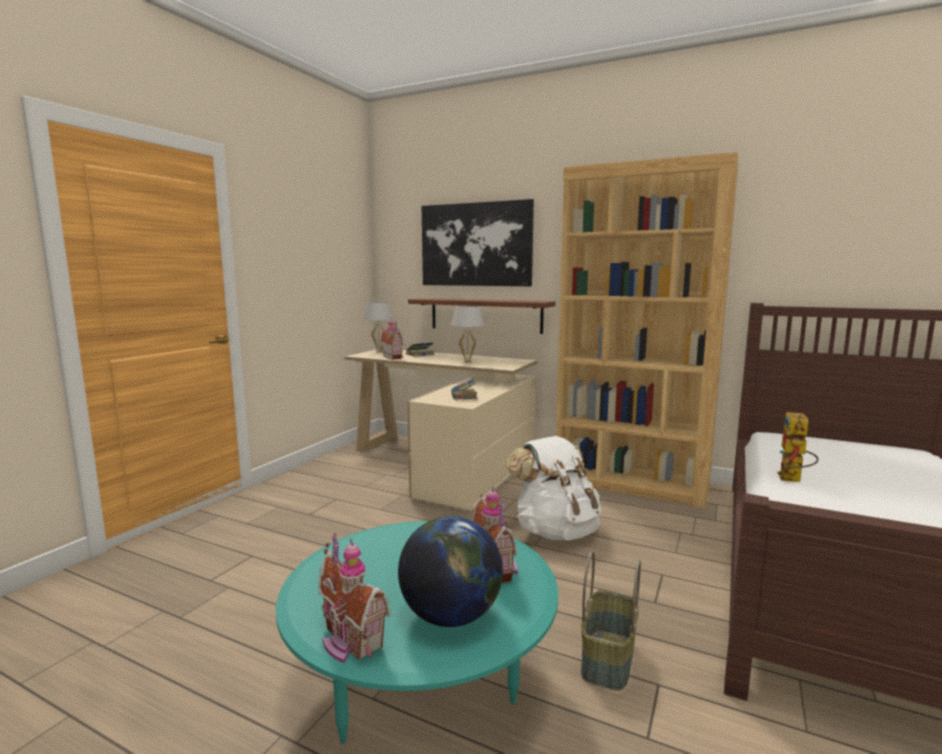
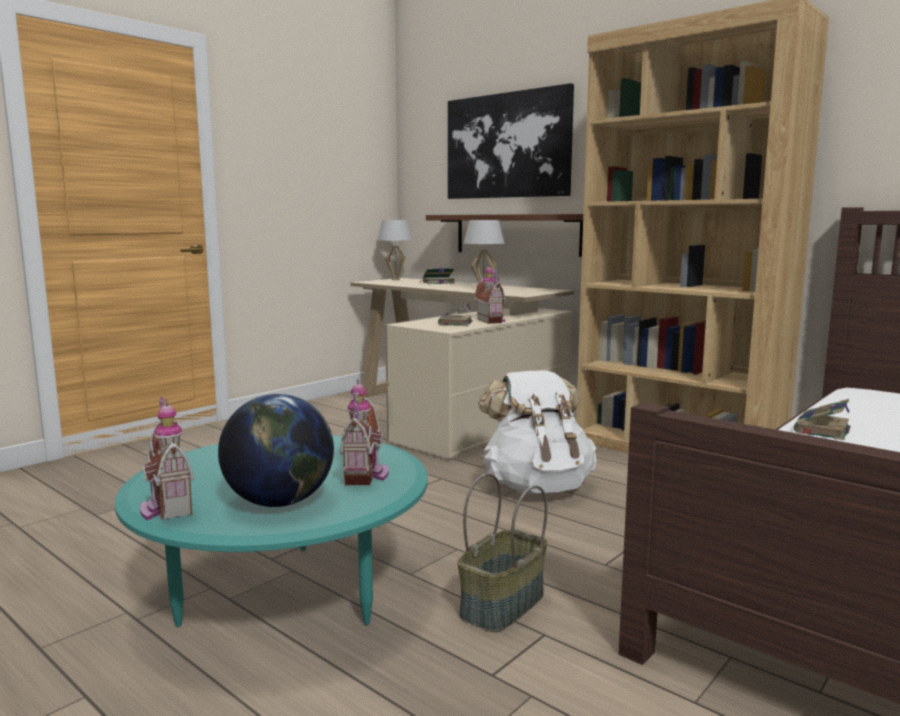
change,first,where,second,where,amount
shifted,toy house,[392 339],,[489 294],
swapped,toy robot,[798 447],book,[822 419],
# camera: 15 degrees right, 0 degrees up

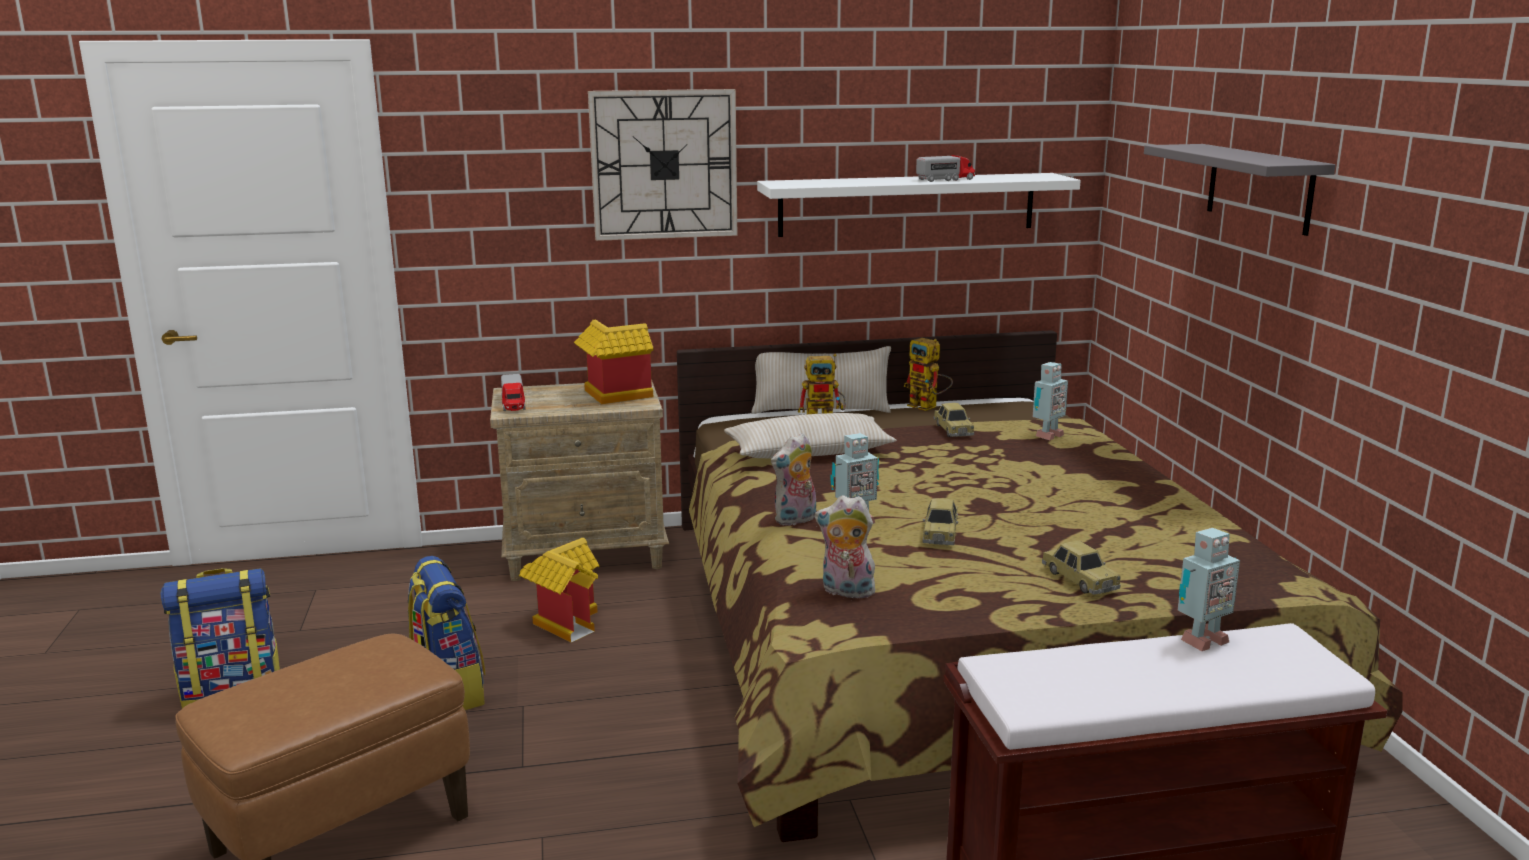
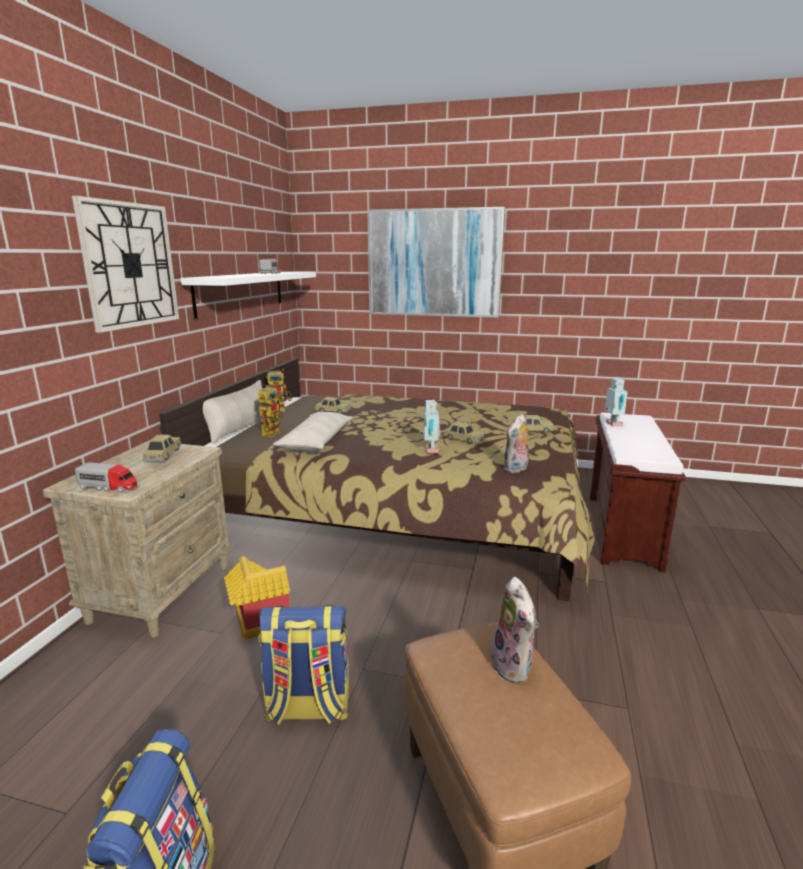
change,first,where,second,where,amount
gone,toy robot,[1050 401],,,
shifted,plush toy,[793 479],,[515 630],
swapped,toy house,[613 362],toy car,[161 448],
swapped,shelf in grey,[1239 190],picture,[436 262],
# camera: 65 degrees left, 0 degrees up

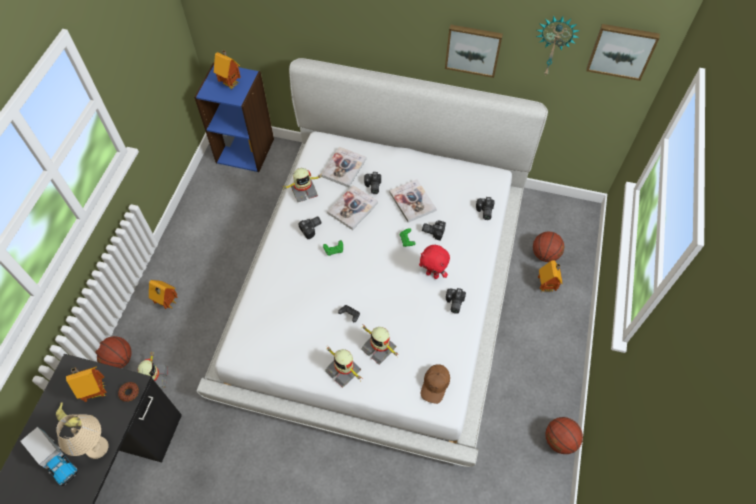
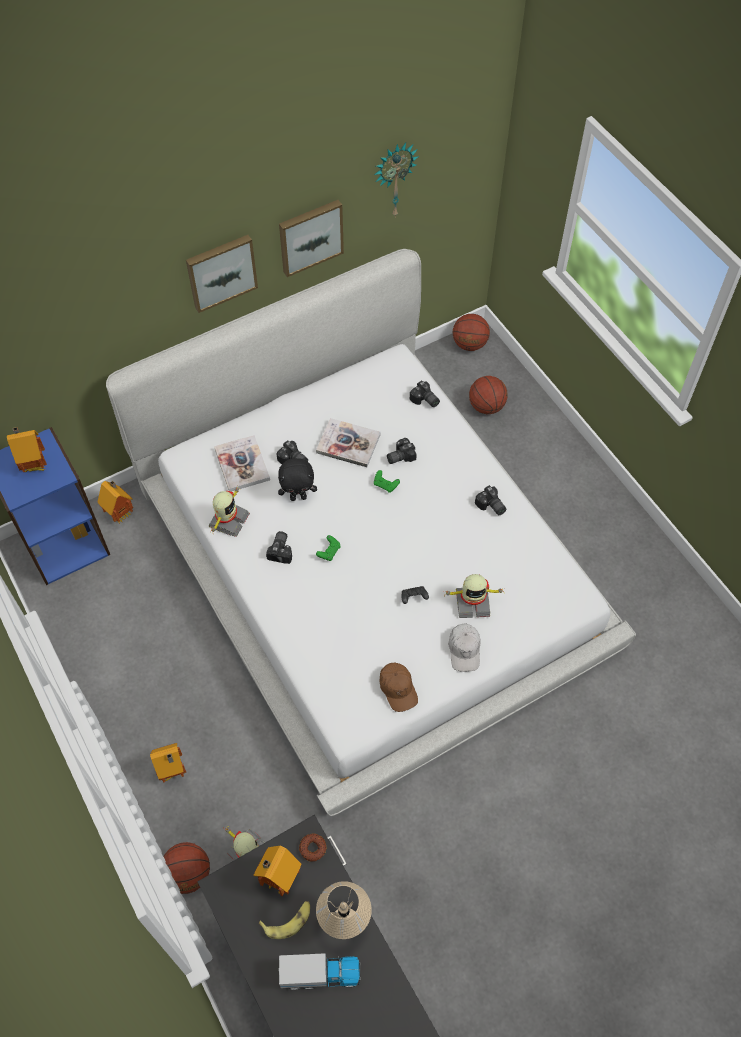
change,first,where,second,where,amount
gone,plush toy in red,[434 262],,,
shifted,cap in brown,[435 384],,[399 687],
shifted,toy house,[550 276],,[115 501],
shifted,basketball,[564 435],,[471 332],
shifted,picture,[623 52],,[222 274],
swapped,toy robot,[343 367],cap in white,[464 648],
swapped,book,[352 207],plush toy in black,[297 479],
# camera: 45 degrees left, 0 degrees up

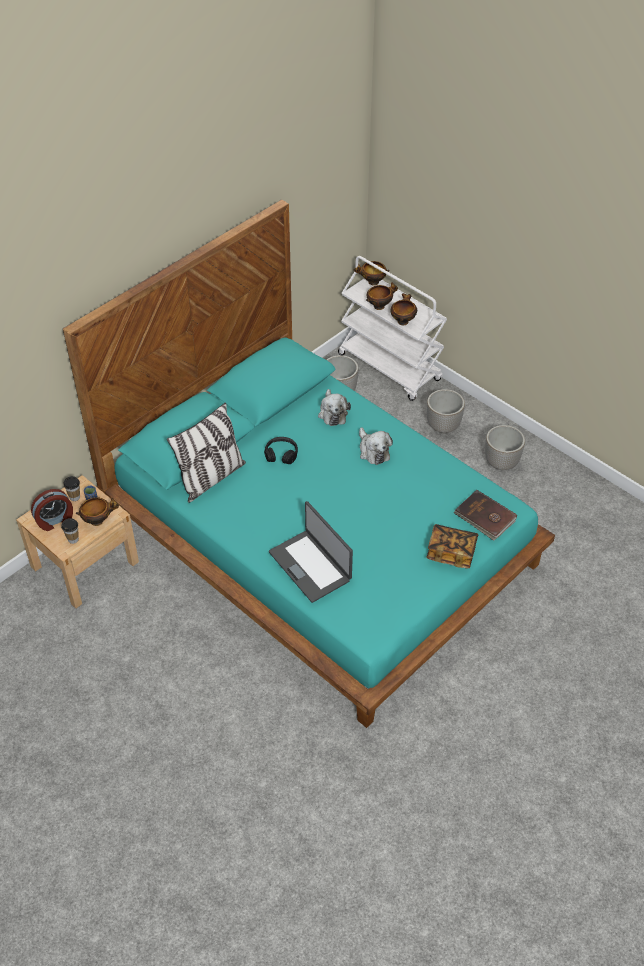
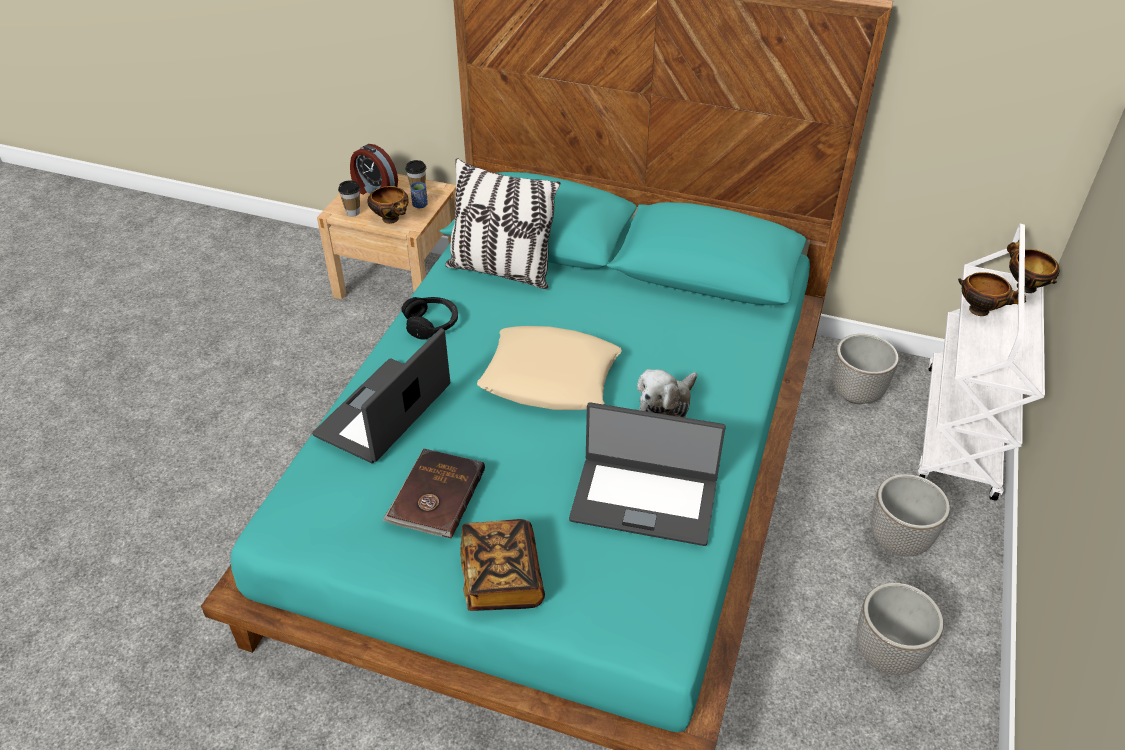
change,first,where,second,where,amount
gone,plush toy,[334 407],,,
gone,bowl,[404 309],,,
new,,,pillow in beige,[549 368],
new,,,laptop,[647 474],
shifted,headphones in black,[281 450],,[429 318],
shifted,book in brown,[485 515],,[433 494],
# camera: 65 degrees right, 5 degrees down

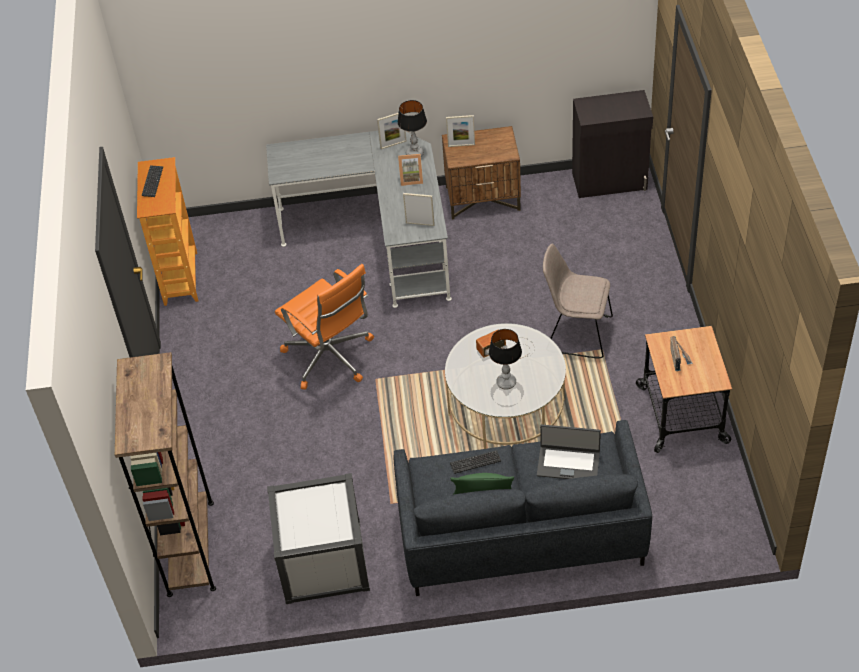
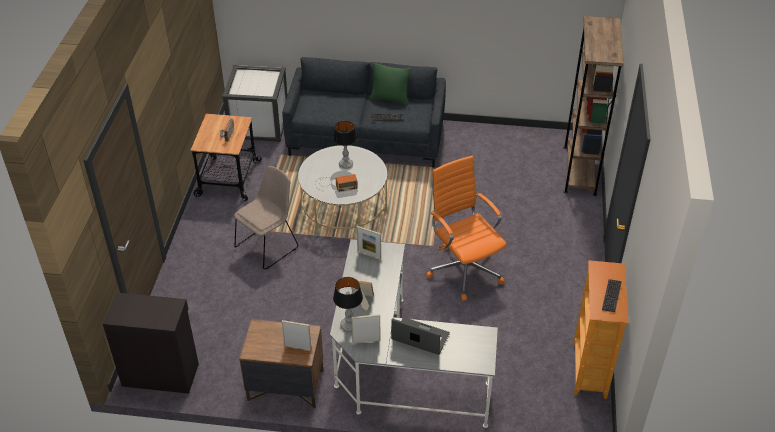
change,first,where,second,where,amount
shifted,storage box in white,[318 538],,[255 103],
shifted,laptop,[569 451],,[420 336],
rotated,chair in beige,[578 301],,[266 217],75 degrees counterclockwise
# camera: 170 degrees left, 5 degrees down

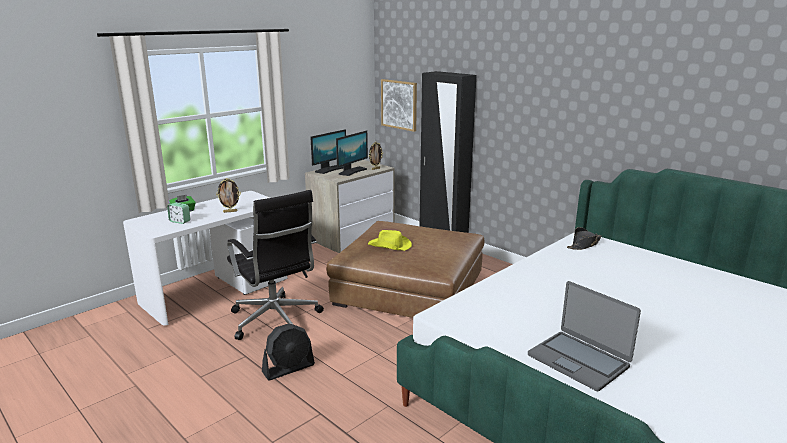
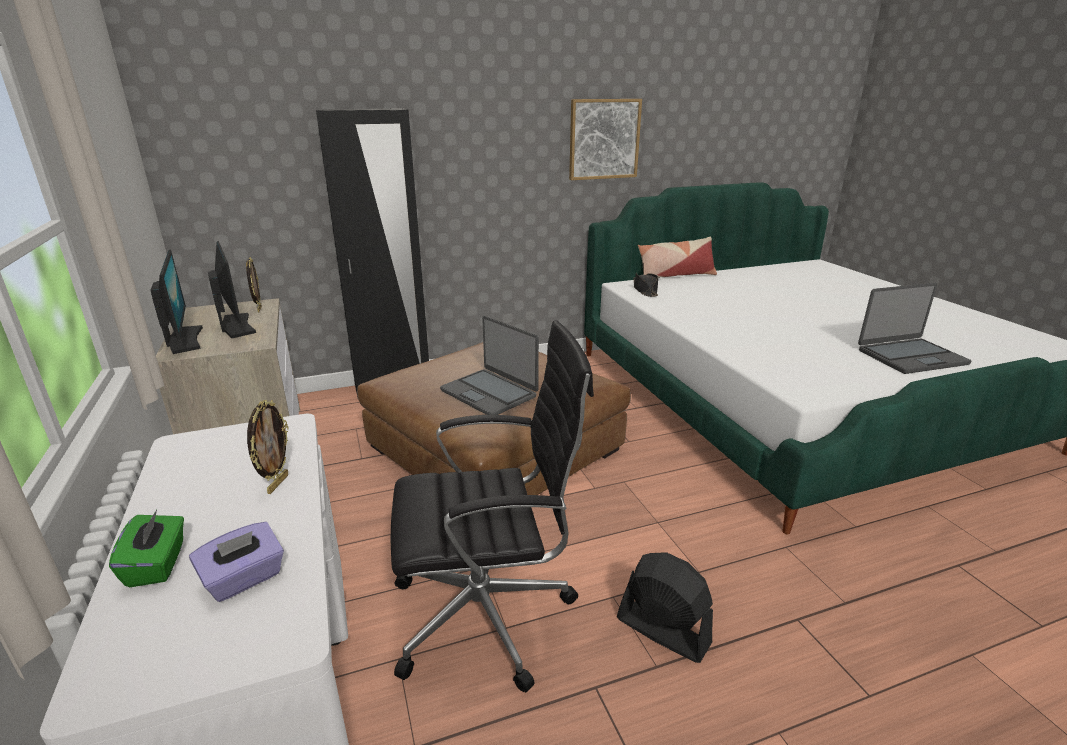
change,first,where,second,where,amount
new,,,pillow,[677 257],
shifted,picture,[399 105],,[605 139],
swapped,alarm clock,[178 213],tissue box in purple,[236 562],
swapped,hat in yellow,[390 240],laptop,[489 365],
rotated,fan in black,[288 352],,[665 607],45 degrees counterclockwise
# camera: 65 degrees left, 5 degrees up

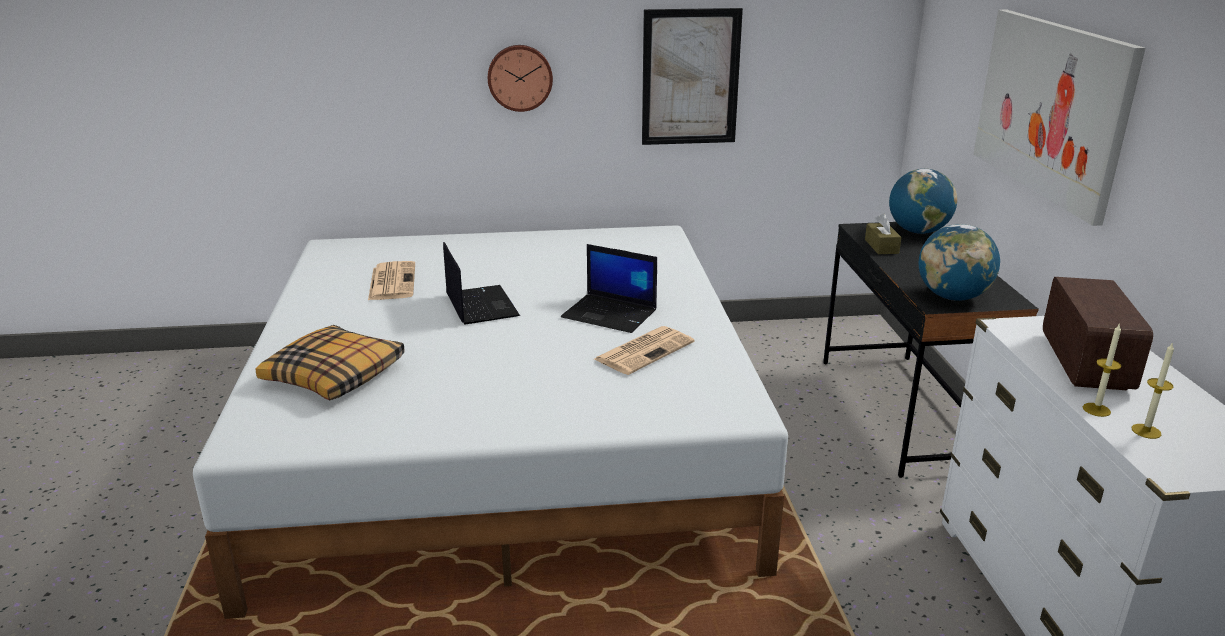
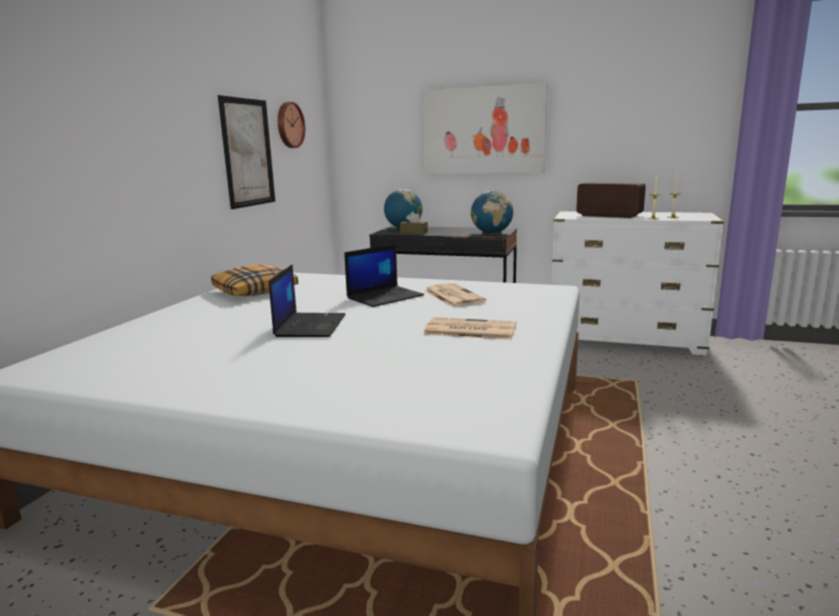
change,first,where,second,where,amount
shifted,pillow,[330 362],,[254 280],
shifted,newspaper,[391 280],,[469 328],
shifted,wall clock,[520 78],,[291 125],
rotated,laptop,[481 283],,[307 300],90 degrees clockwise
# camera: 65 degrees left, 10 degrees down

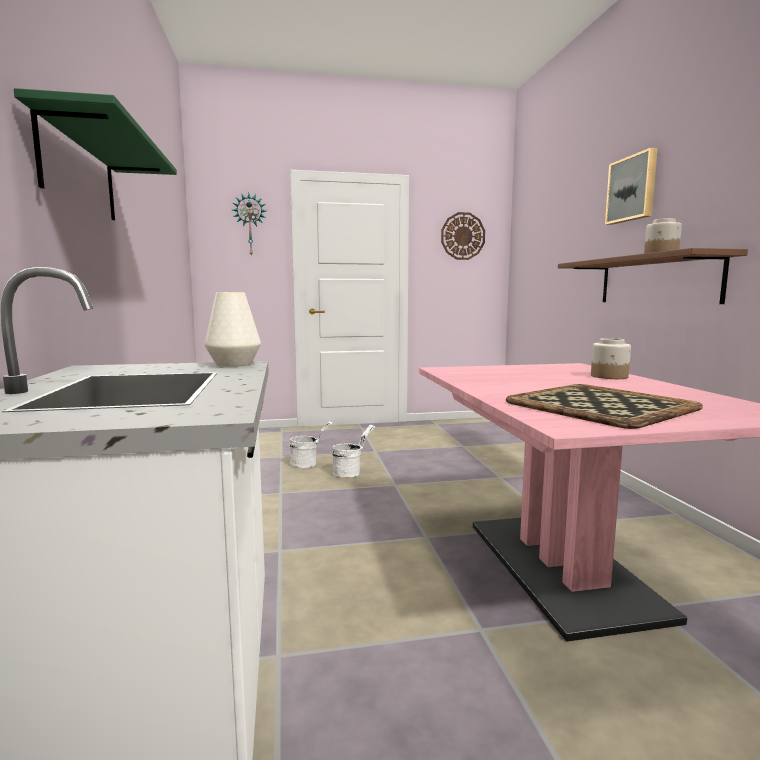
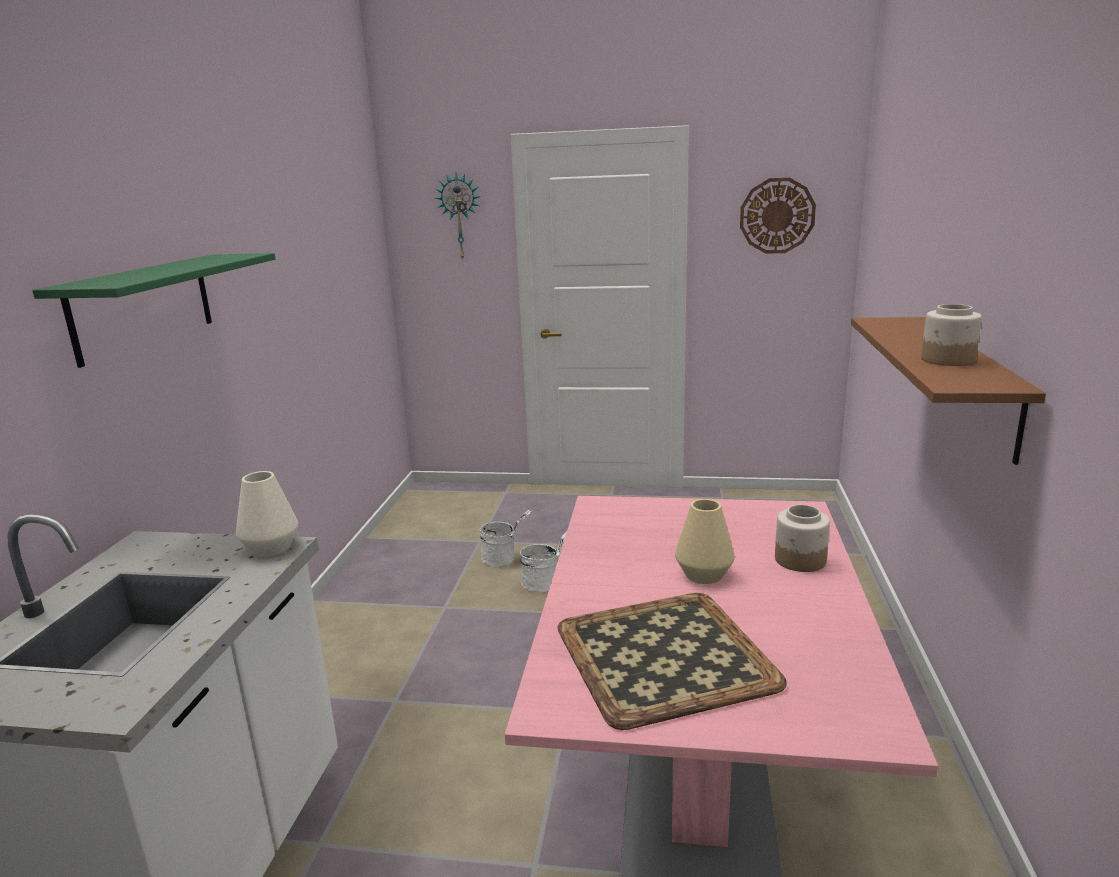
change,first,where,second,where,amount
gone,picture,[631 186],,,
new,,,vase in beige,[705 541],
# camera: 20 degrees right, 10 degrees up

